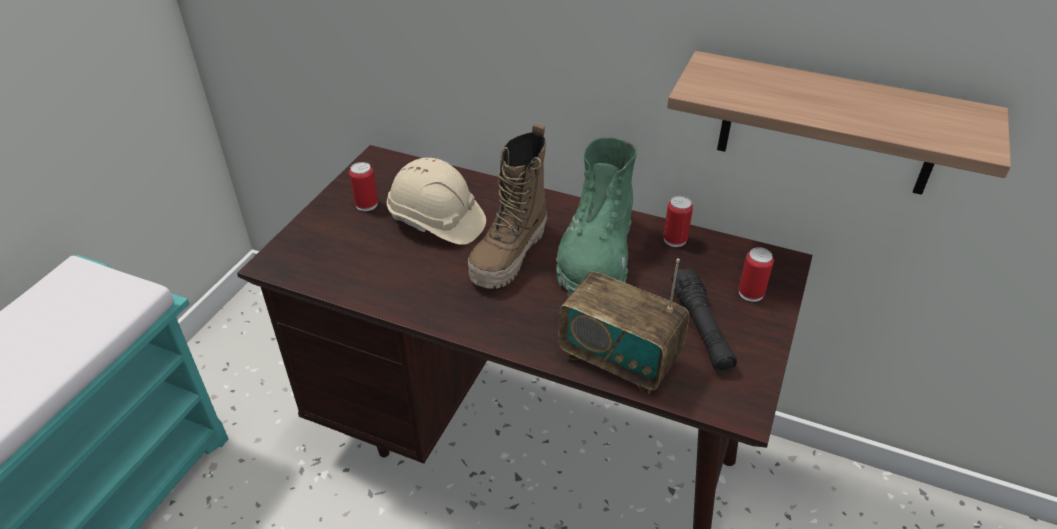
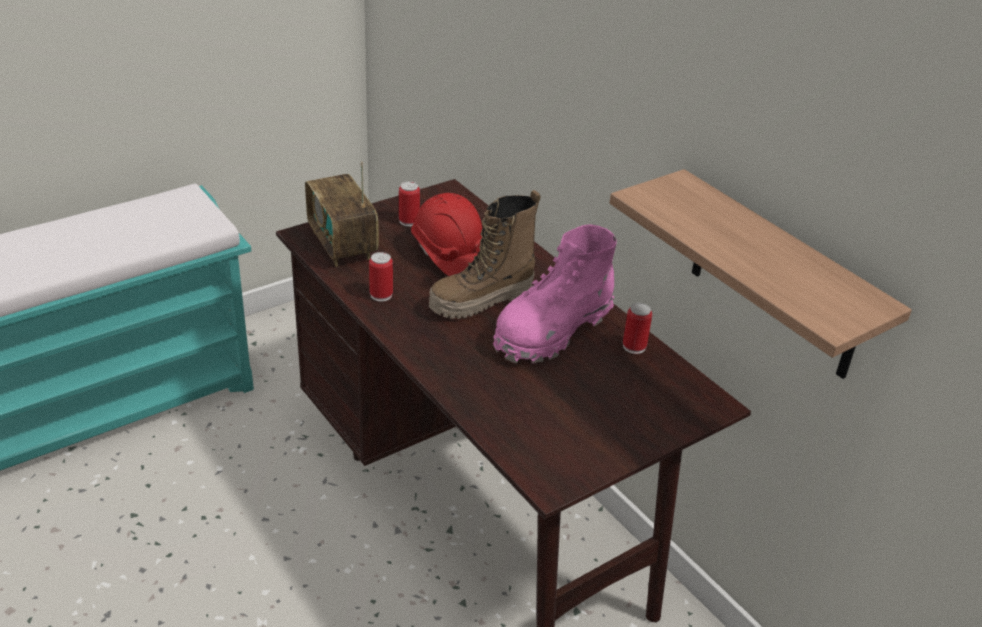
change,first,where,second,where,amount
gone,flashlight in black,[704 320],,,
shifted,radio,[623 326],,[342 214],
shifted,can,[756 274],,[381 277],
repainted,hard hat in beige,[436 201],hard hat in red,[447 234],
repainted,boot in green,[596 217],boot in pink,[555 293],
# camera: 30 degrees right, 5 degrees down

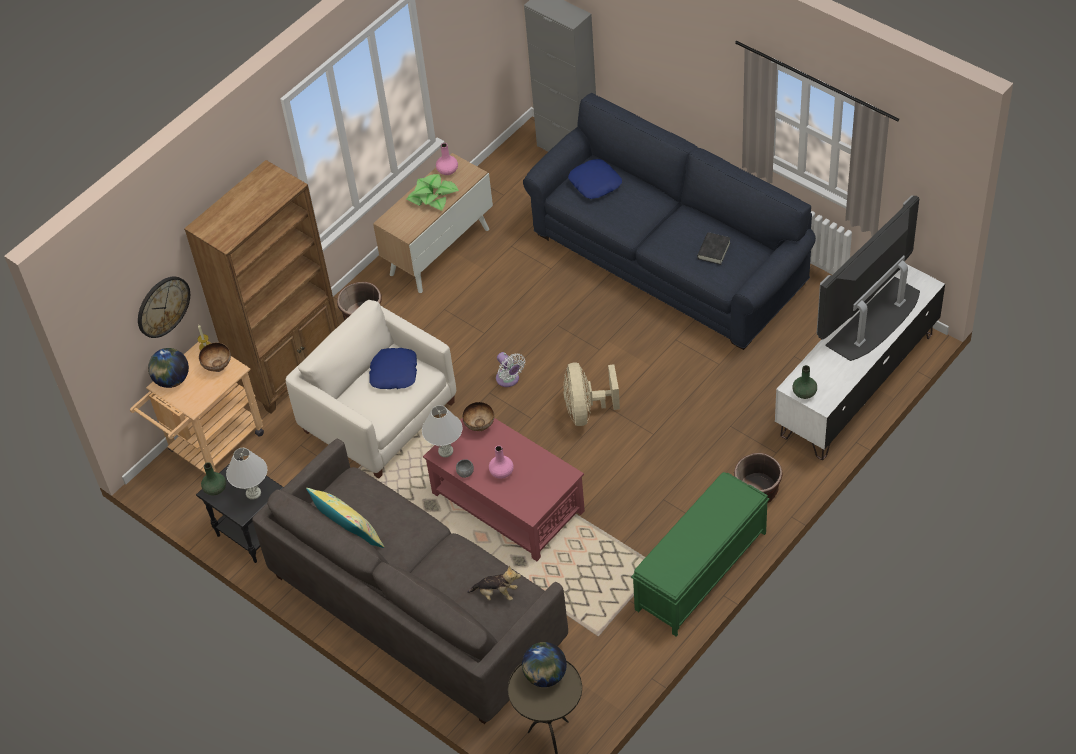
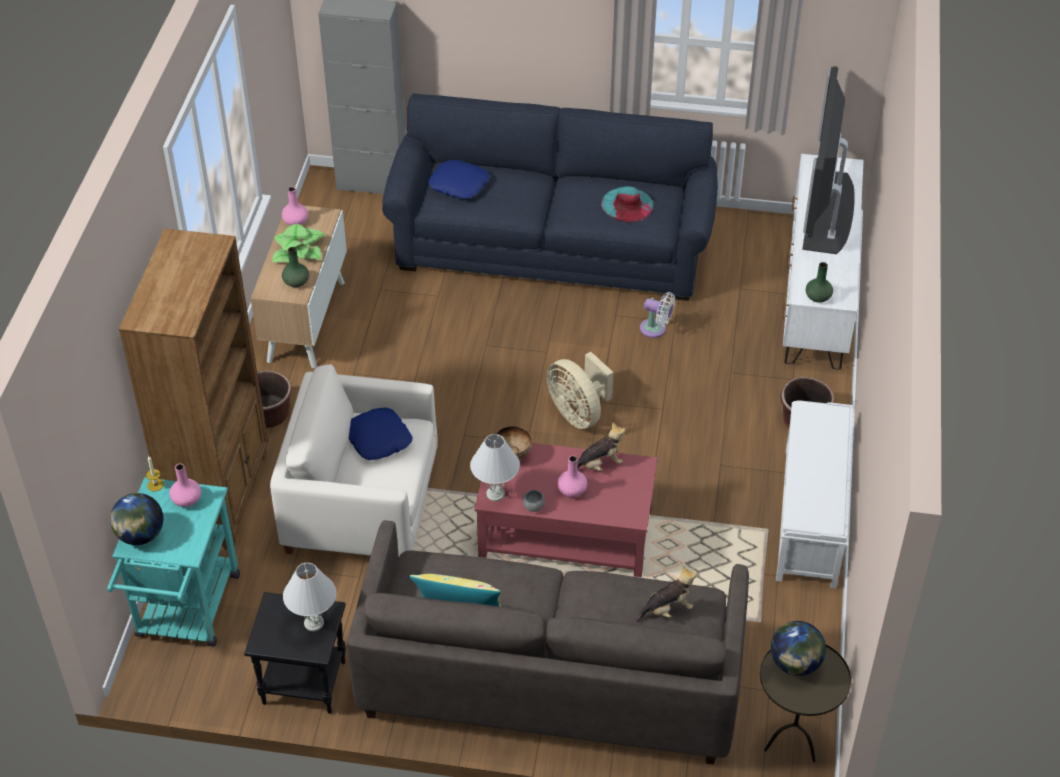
change,first,where,second,where,amount
gone,wall clock,[164 307],,,
new,,,plush toy,[601 446],
shifted,vase in green,[213 478],,[295 267],
shifted,fan in white,[510 369],,[657 315],
swapped,bowl,[215 357],vase in pink,[185 485],
swapped,book in black,[714 248],hat in turquoise,[627 204],
repainted,cart in beige,[197 407],cart in turquoise,[174 562],
repainted,bench in green,[700 554],bench in white,[814 494],
# camera: 35 degrees left, 5 degrees down

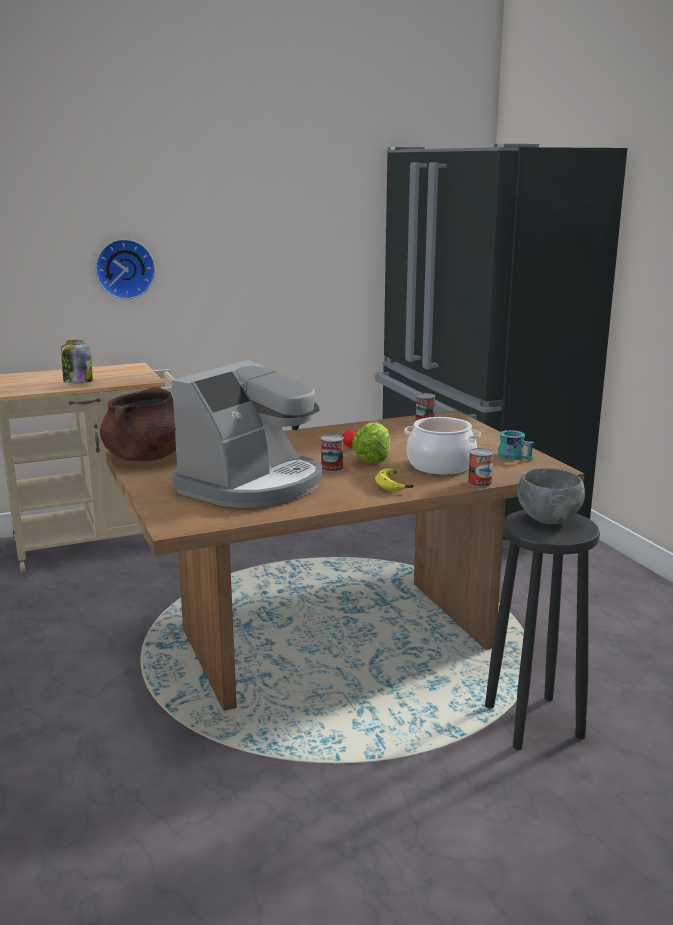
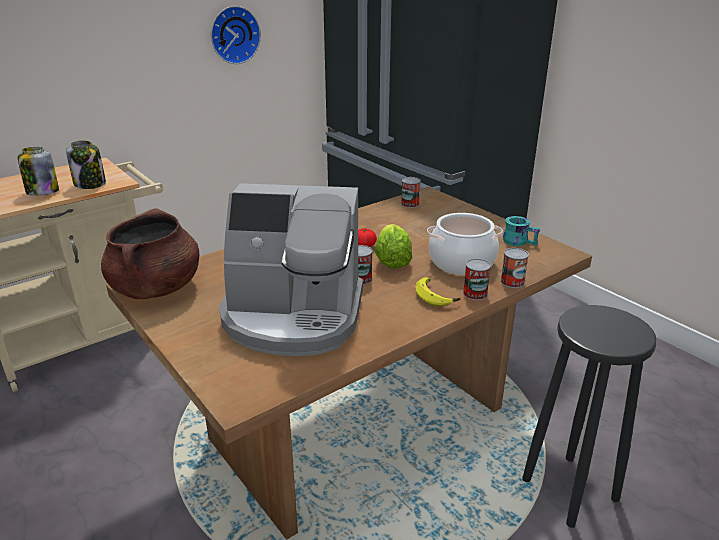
change,first,where,second,where,amount
gone,bowl in grey,[551 496],,,
new,,,jar,[86 164],
new,,,can,[477 279],
shifted,wall clock,[125 269],,[236 35],
rotated,coffee machine,[246 434],,[291 269],75 degrees clockwise
# camera: 15 degrees left, 10 degrees up

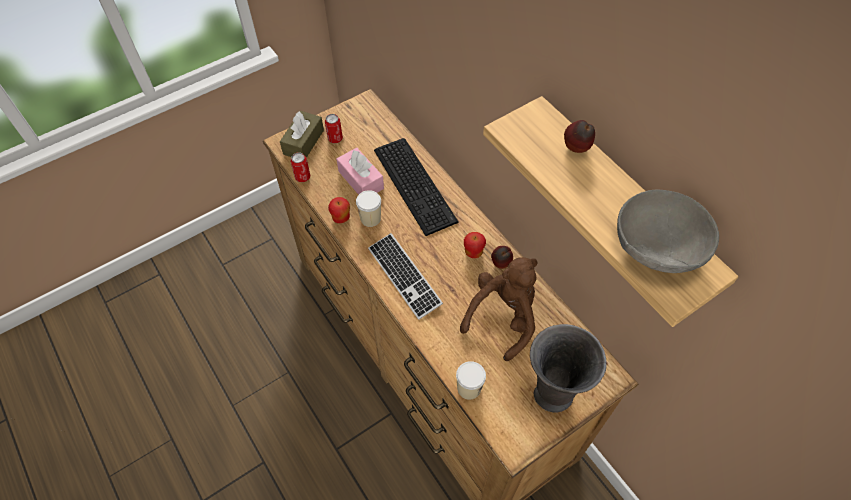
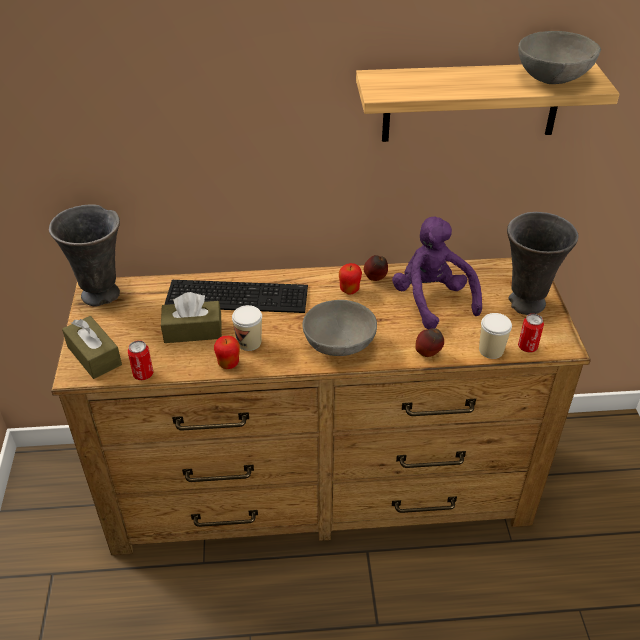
change,first,where,second,where,amount
new,,,vase in grey,[84 255],
shifted,can,[334 128],,[531 333],
shifted,apple,[579 136],,[429 342],
swapped,keyboard,[405 276],bowl in grey,[339 328],
repainted,tissue box in pink,[360 171],tissue box in brown,[191 317],
repainted,plush toy in brown,[499 309],plush toy in purple,[437 273],
# camera: 60 degrees left, 15 degrees down

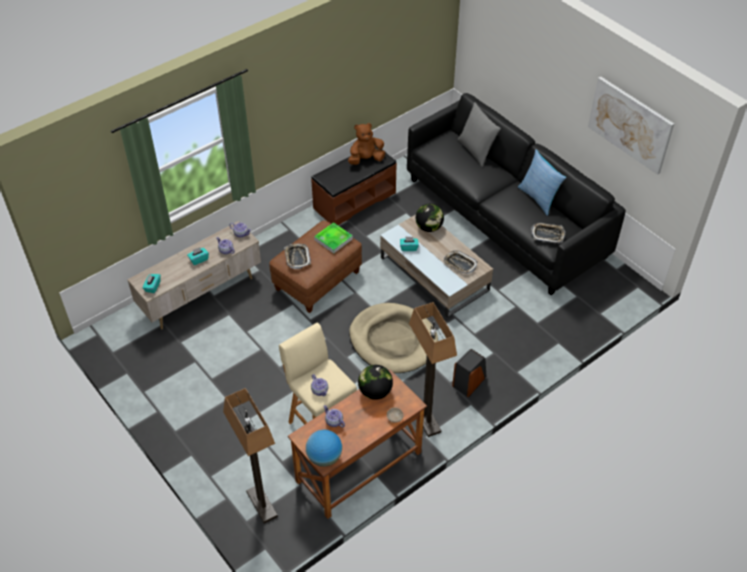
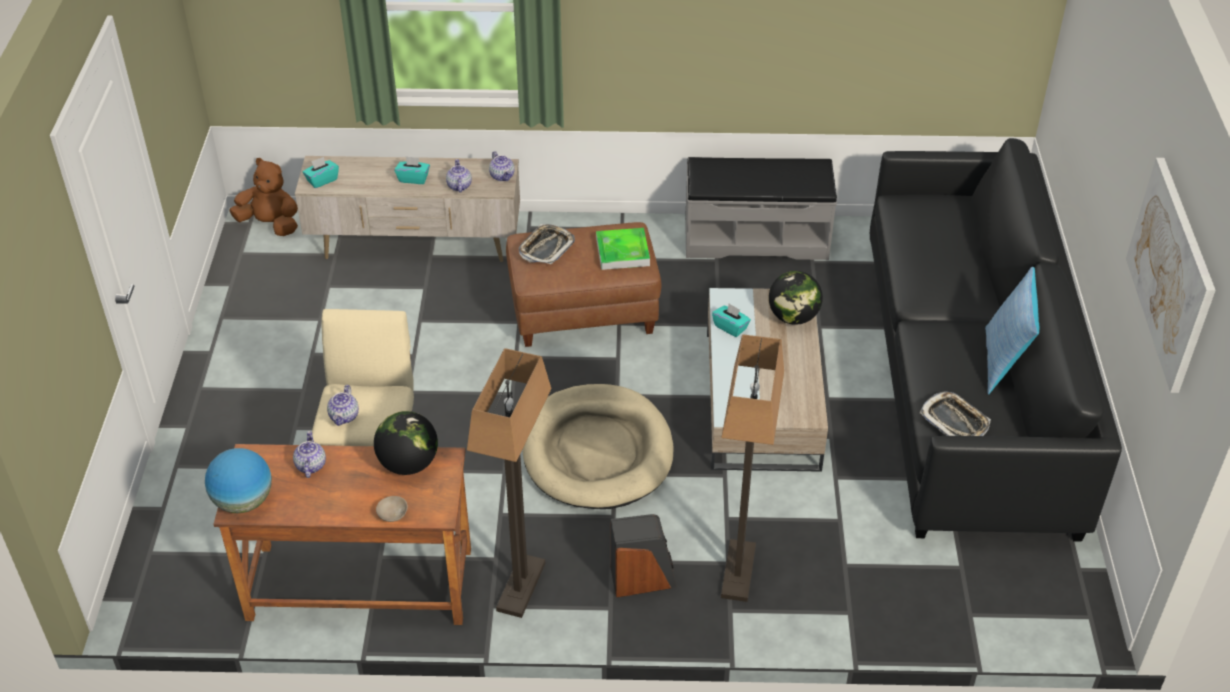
change,first,where,second,where,amount
gone,tray,[461 262],,,
gone,pillow in grey,[479 134],,,
shifted,floor lamp,[250 455],,[752 468],
shifted,plush toy in brown,[366 144],,[263 197],
repainted,bench in brown,[354 184],bench in grey,[761 208],
# camera: 40 degrees right, 5 degrees down

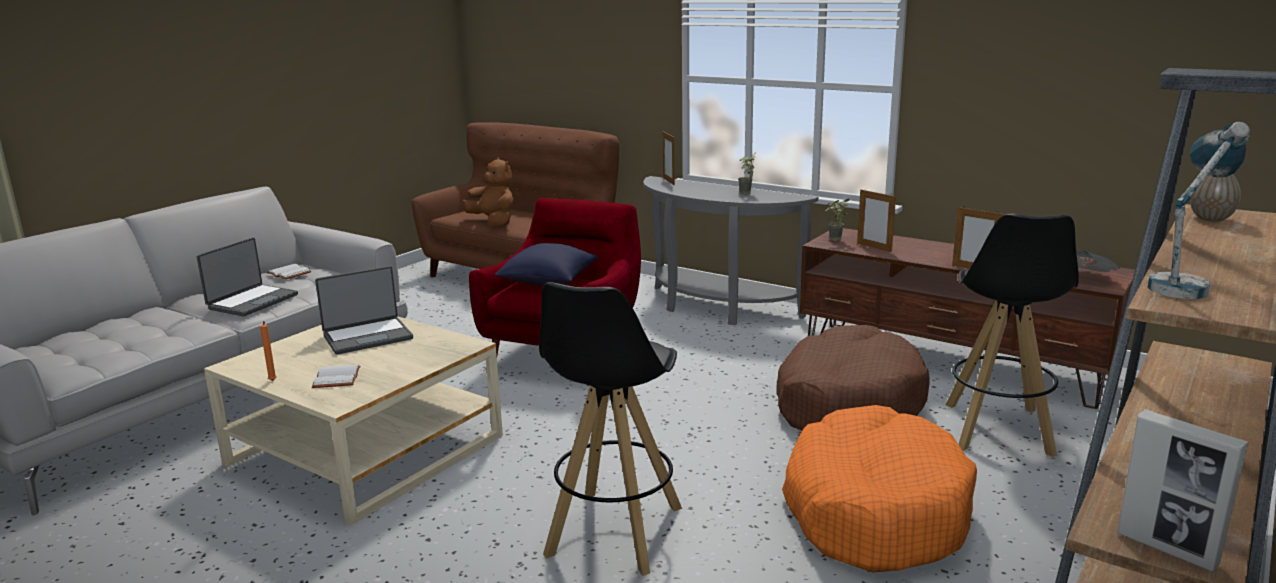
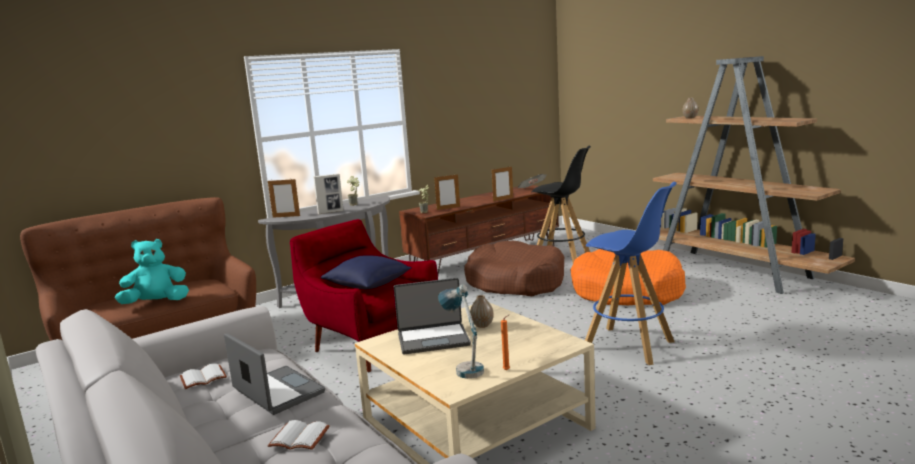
change,first,where,second,where,amount
new,,,vase,[482 311],
shifted,book in white,[336 376],,[298 435],
shifted,picture frame,[1183 490],,[328 193],
shifted,table lamp,[1198 210],,[461 331],
repainted,plush toy in brown,[487 192],plush toy in turquoise,[152 271],
repainted,stool in black,[610 429],stool in blue,[631 273],
rotated,laptop,[364 310],,[432 316],90 degrees clockwise
# camera: 70 degrees left, 5 degrees down

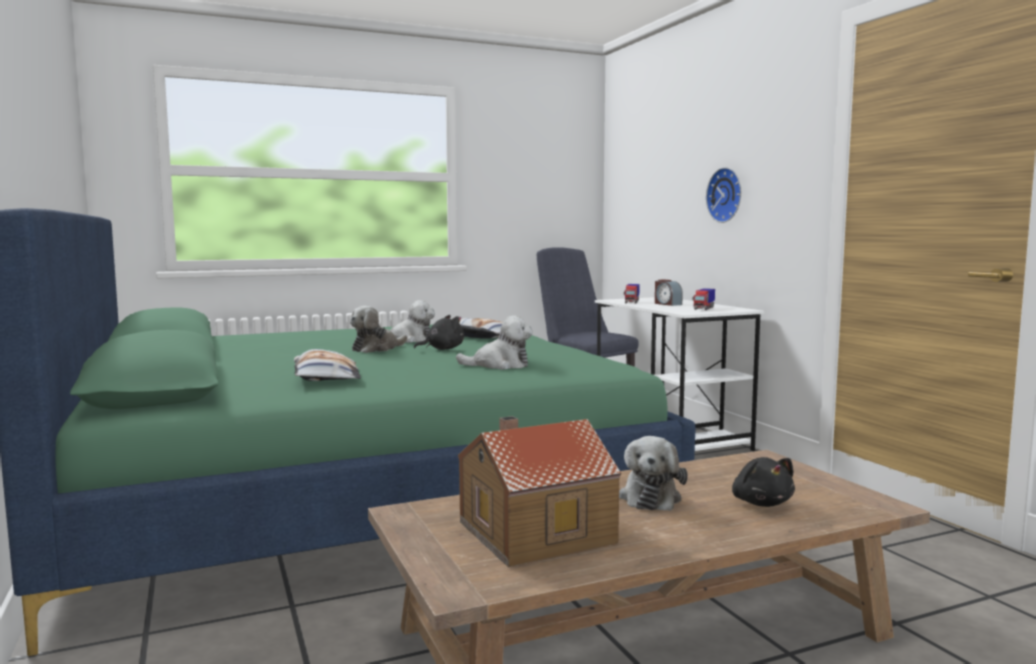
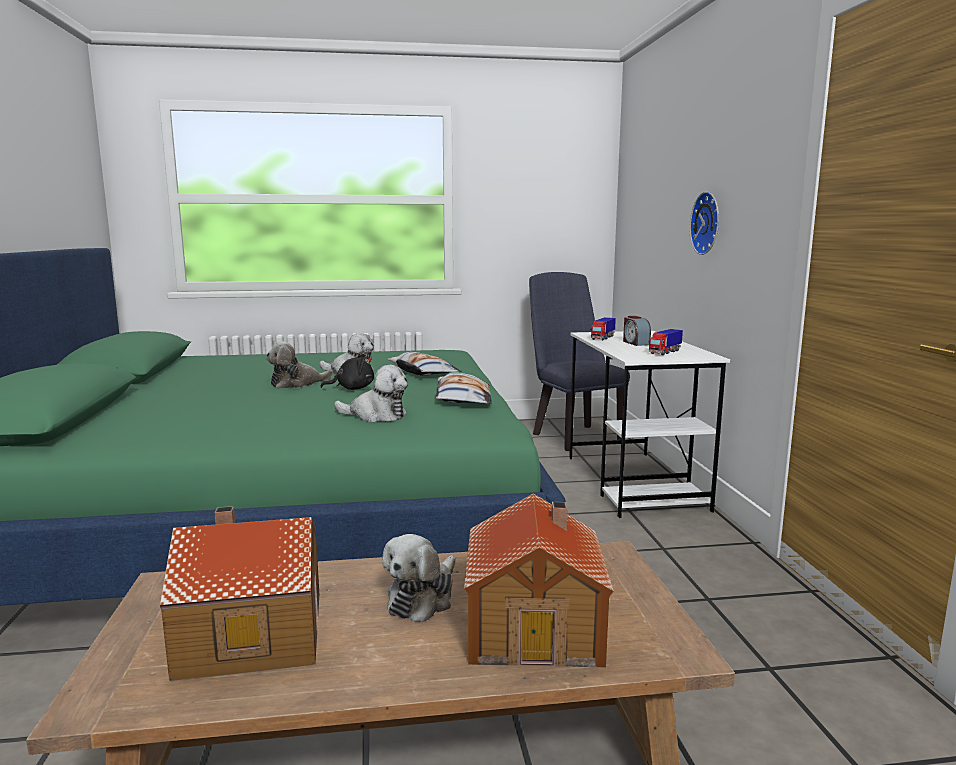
change,first,where,second,where,amount
shifted,pillow,[327 365],,[464 388],
swapped,plush toy in black,[763 482],toy house,[539 580],
# camera: 15 degrees right, 5 degrees up

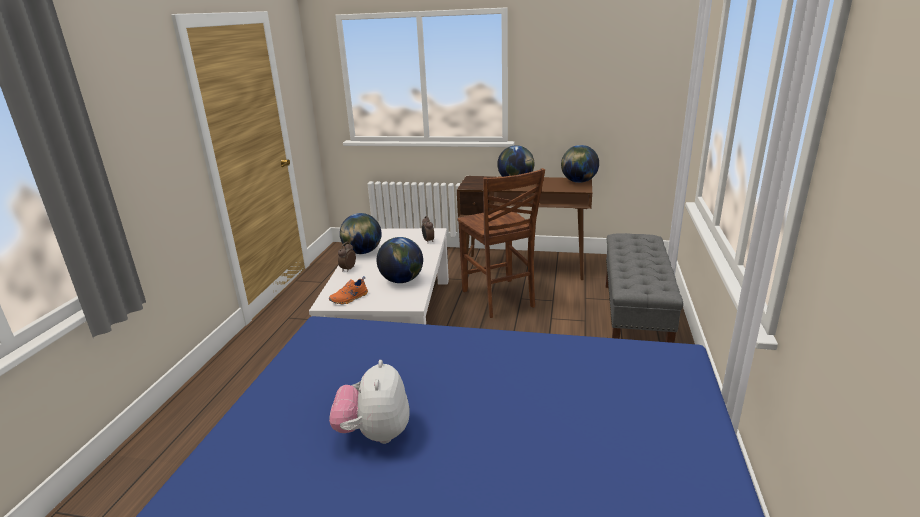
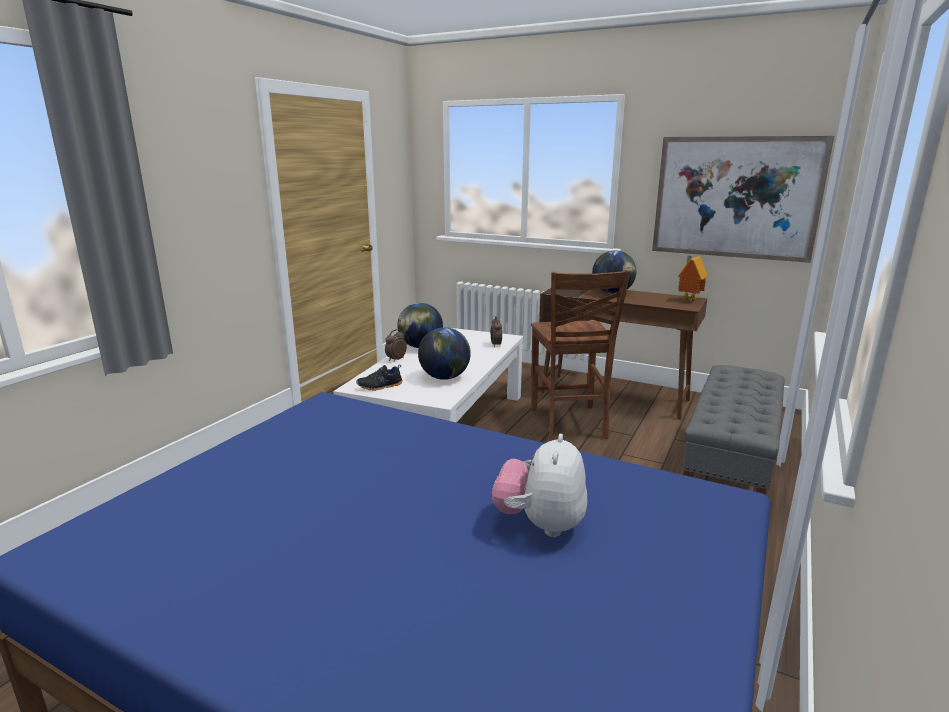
change,first,where,second,where,amount
new,,,picture,[743 199],
shifted,plush toy,[369 402],,[539 485],
swapped,globe,[580 164],toy house,[693 279],
repainted,shoe in orange,[348 290],shoe in black,[379 377],
# camera: 15 degrees right, 5 degrees down

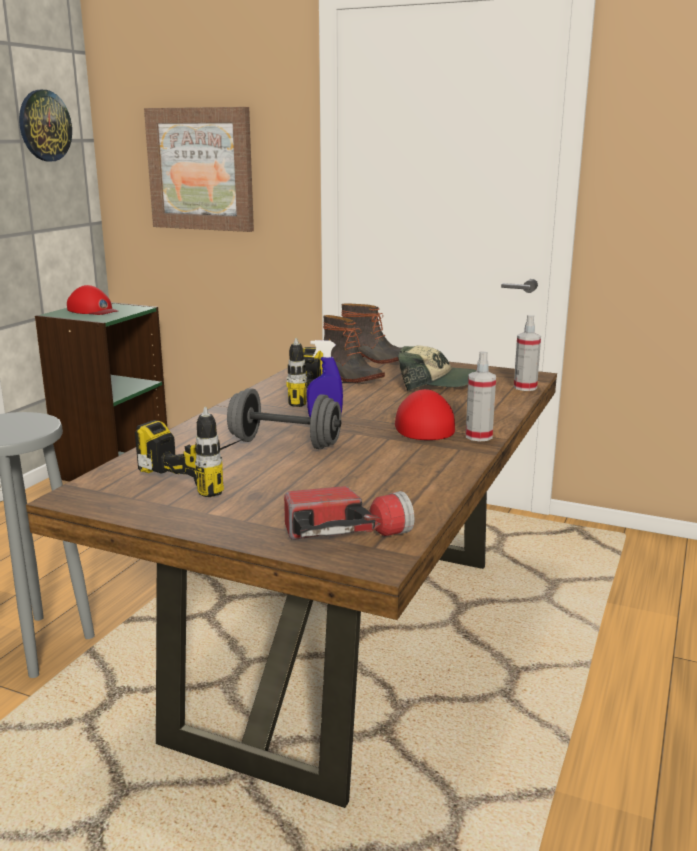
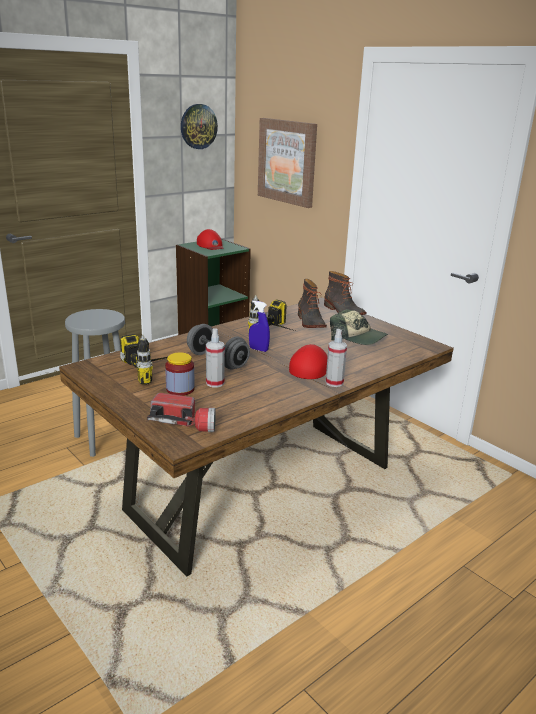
change,first,where,second,where,amount
new,,,jar,[180 374],
shifted,spray bottle,[527 353],,[215 358],
# camera: 25 degrees right, 5 degrees up

